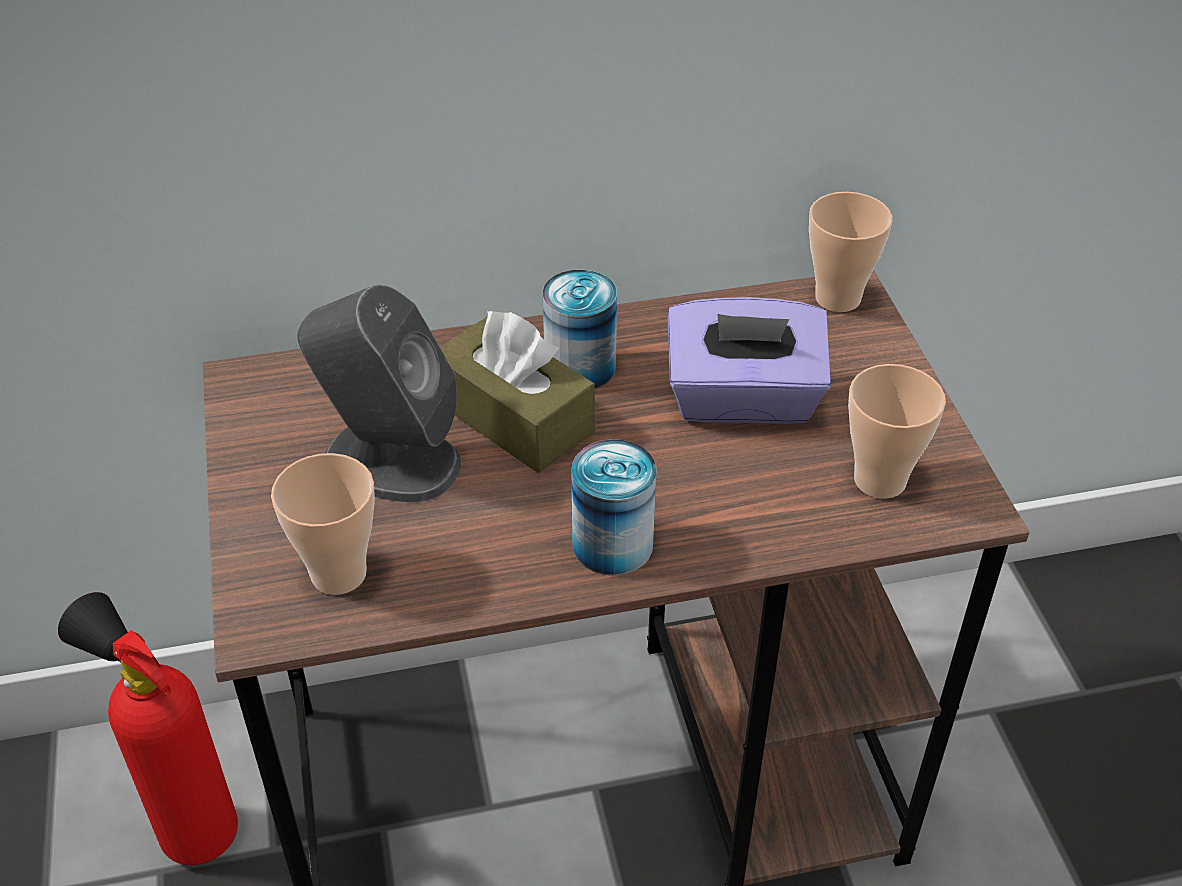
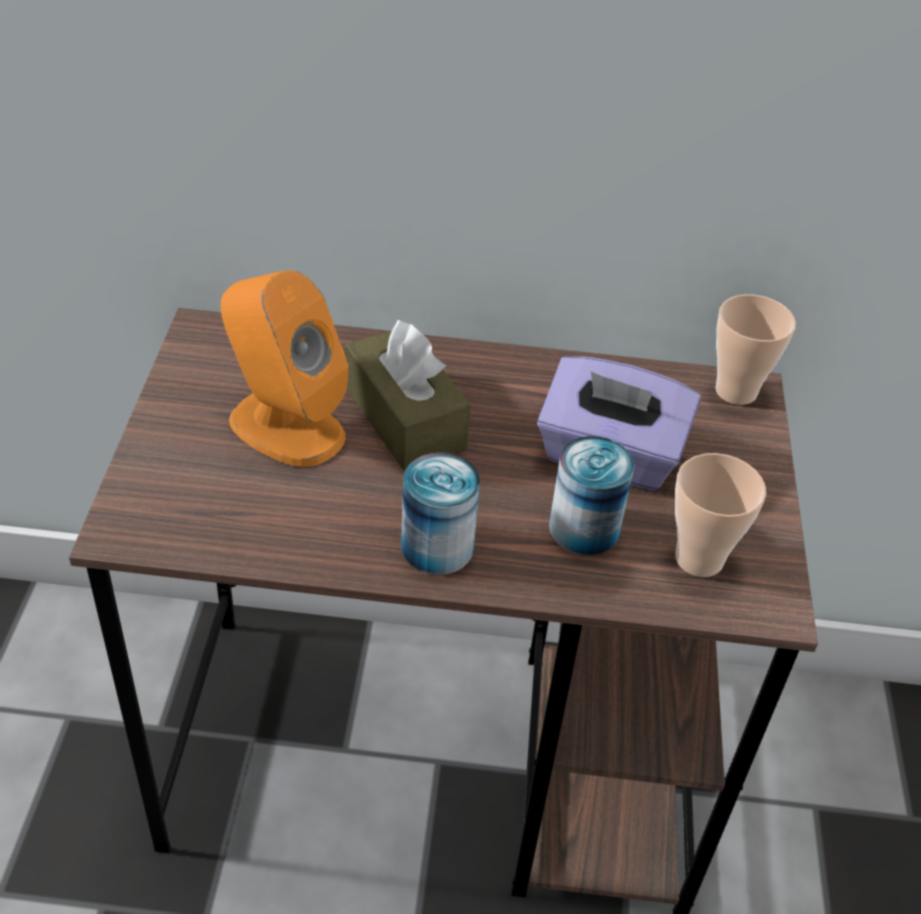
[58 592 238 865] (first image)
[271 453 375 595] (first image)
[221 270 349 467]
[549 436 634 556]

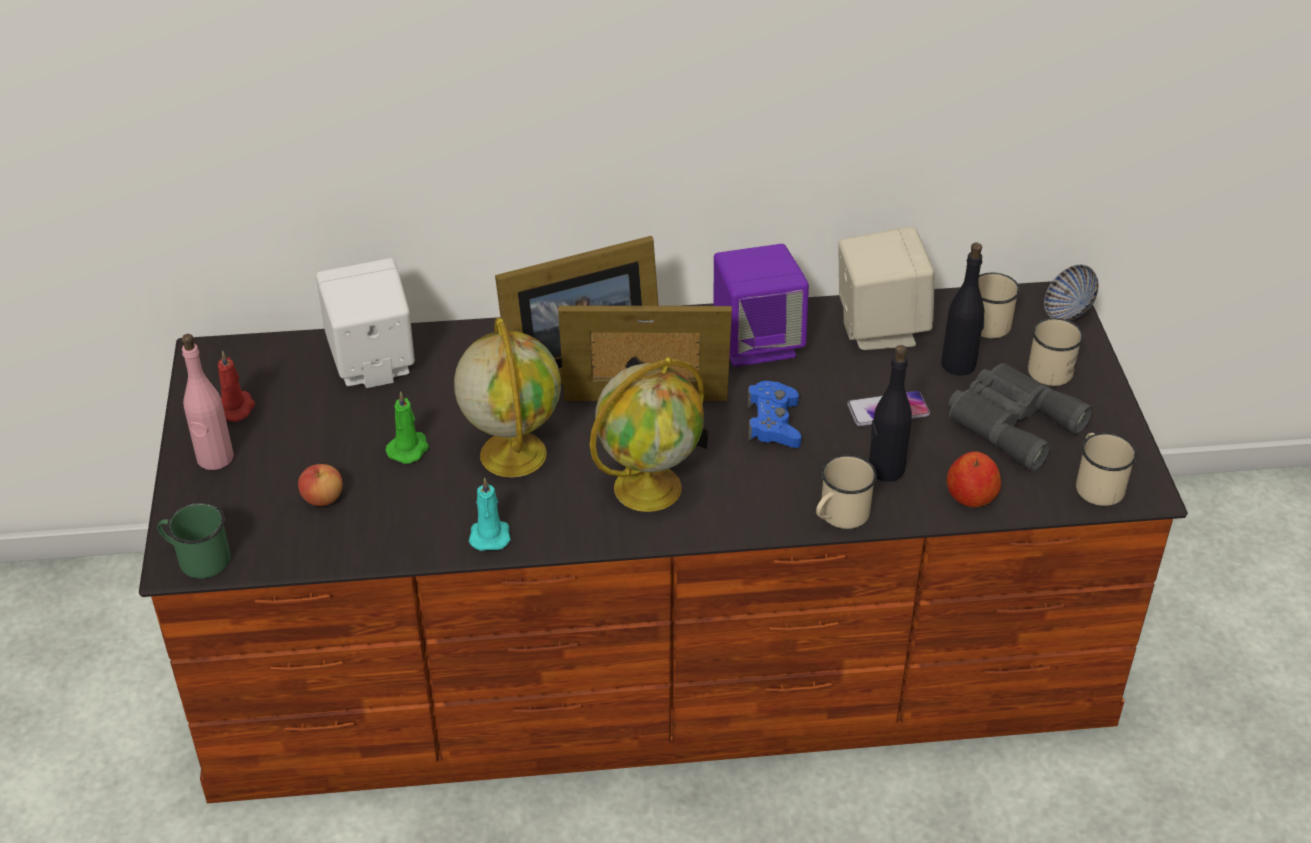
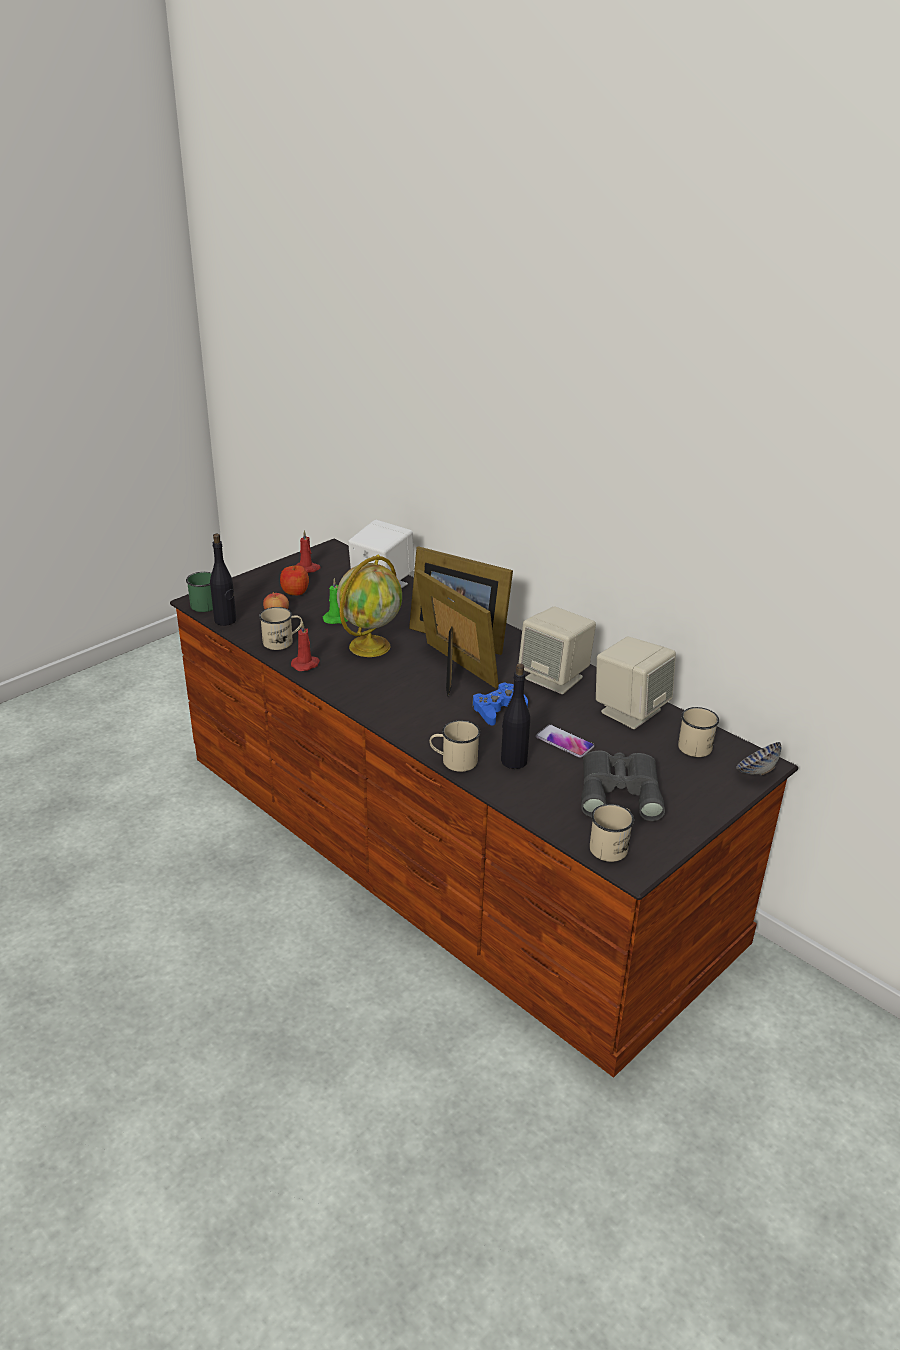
[181 334 234 470] (first image)
[291 622 320 671]
[589 357 705 512] (first image)
[518 606 596 694]
[210 534 236 626]
[280 565 309 595]
[259 607 303 650]

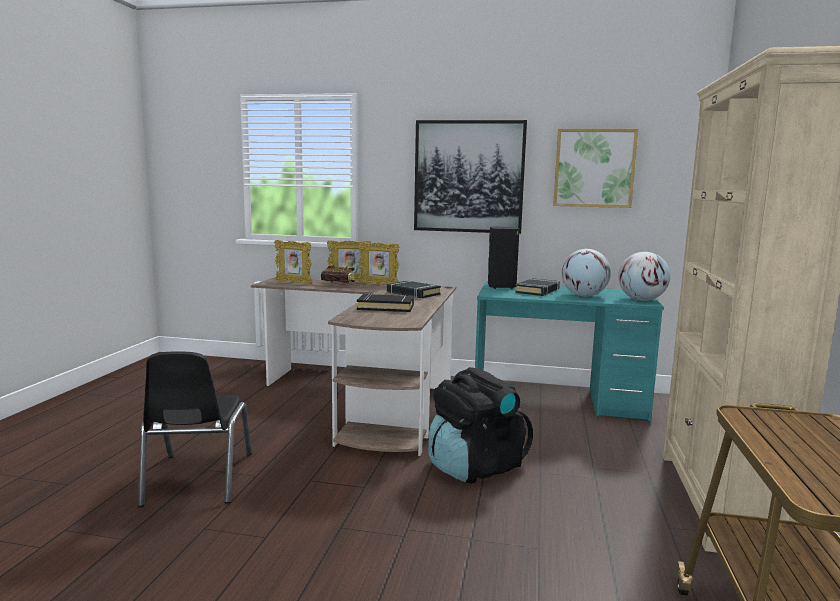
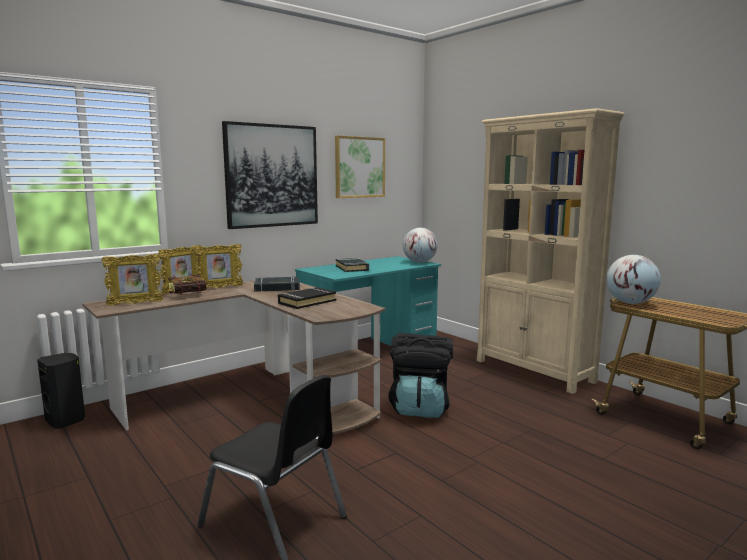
[37 353 85 429]
[606 255 661 304]

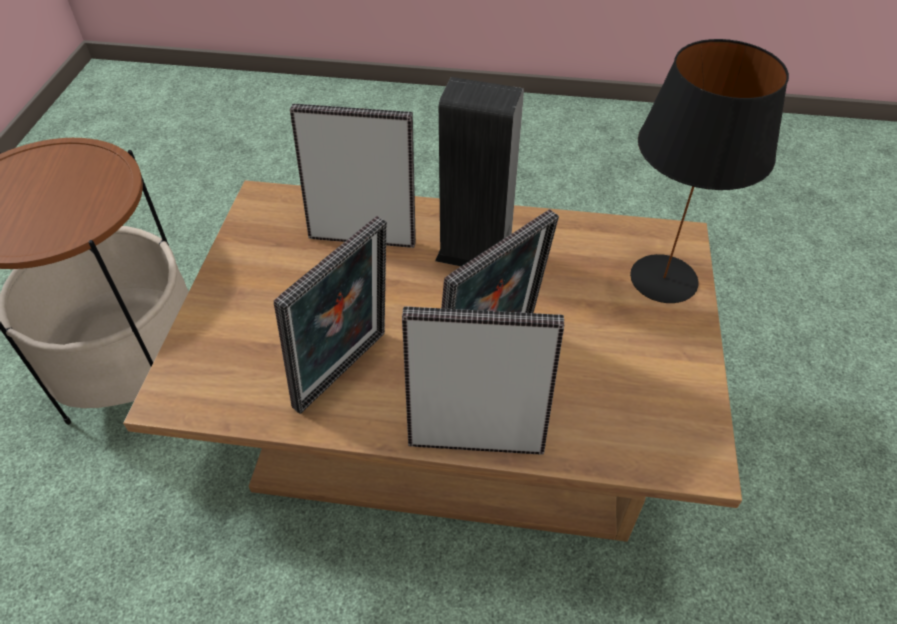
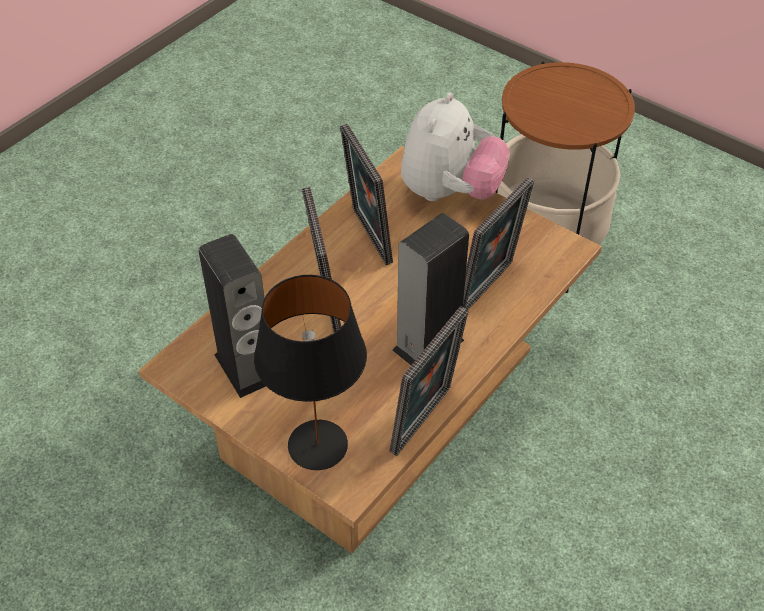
[389 306 469 456]
[198 234 266 398]
[401 93 510 201]

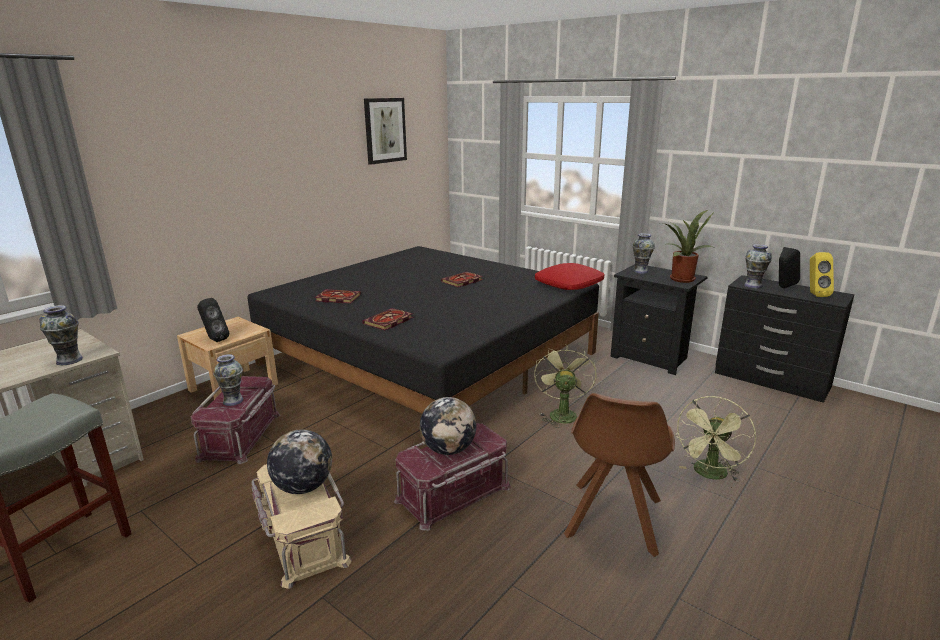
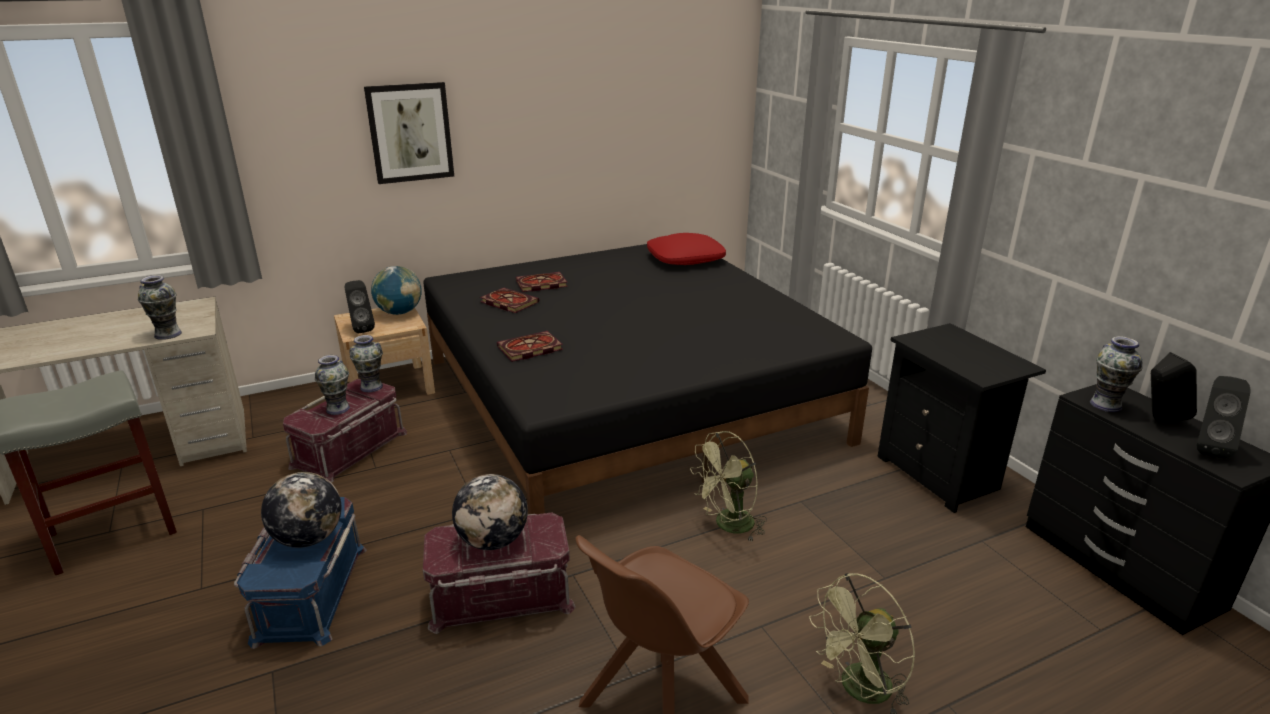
[234 497 367 649]
[364 82 454 184]
[516 272 568 292]
[690 431 767 541]
[647 233 726 265]
[349 335 383 392]
[660 210 714 283] (first image)
[1197 376 1251 458]
[371 266 422 315]

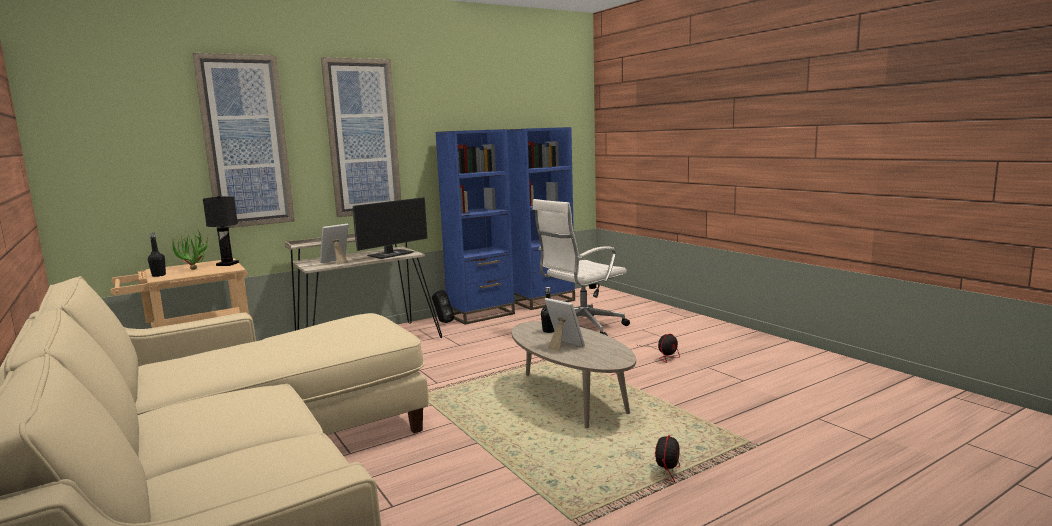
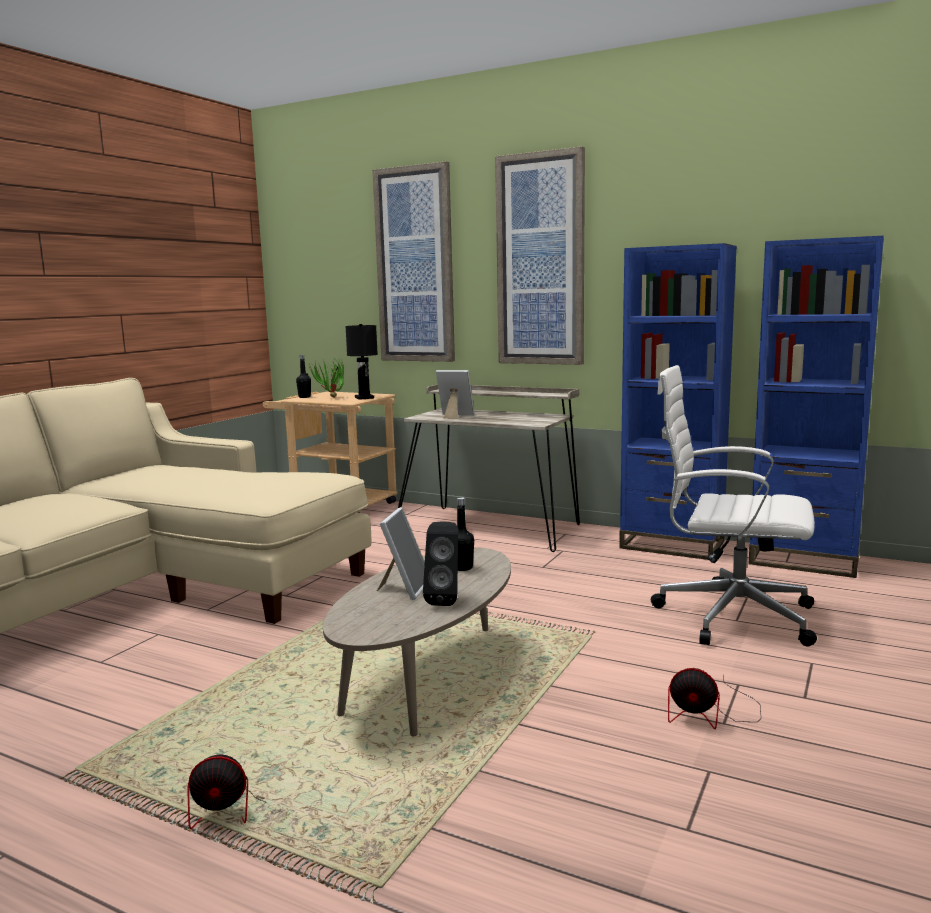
[353 197 428 259] (first image)
[423 522 458 606]

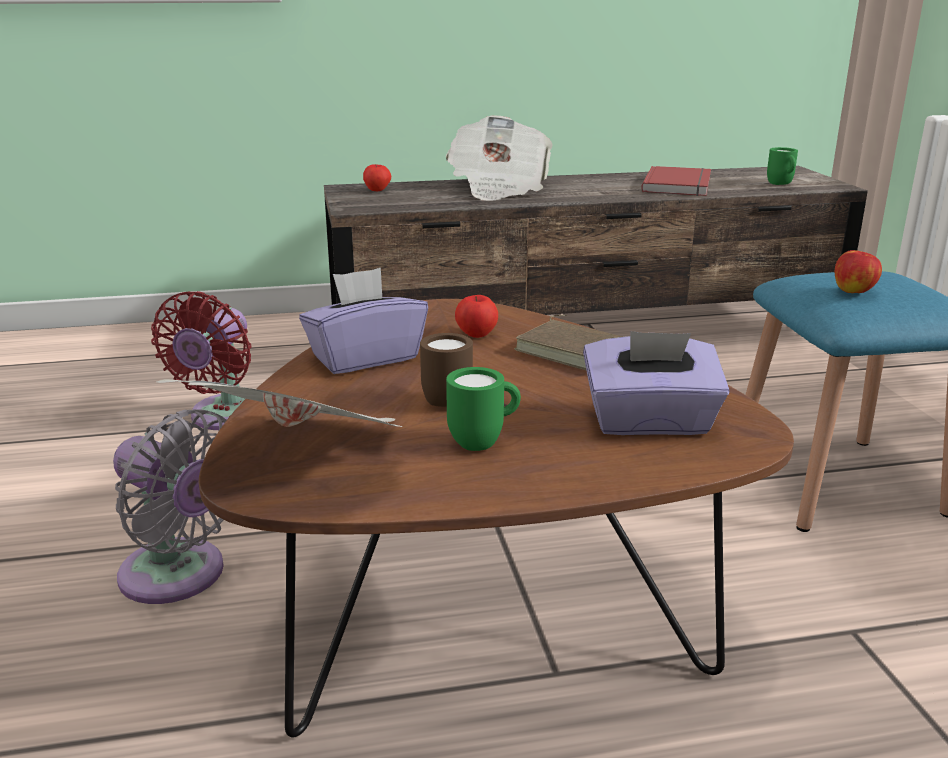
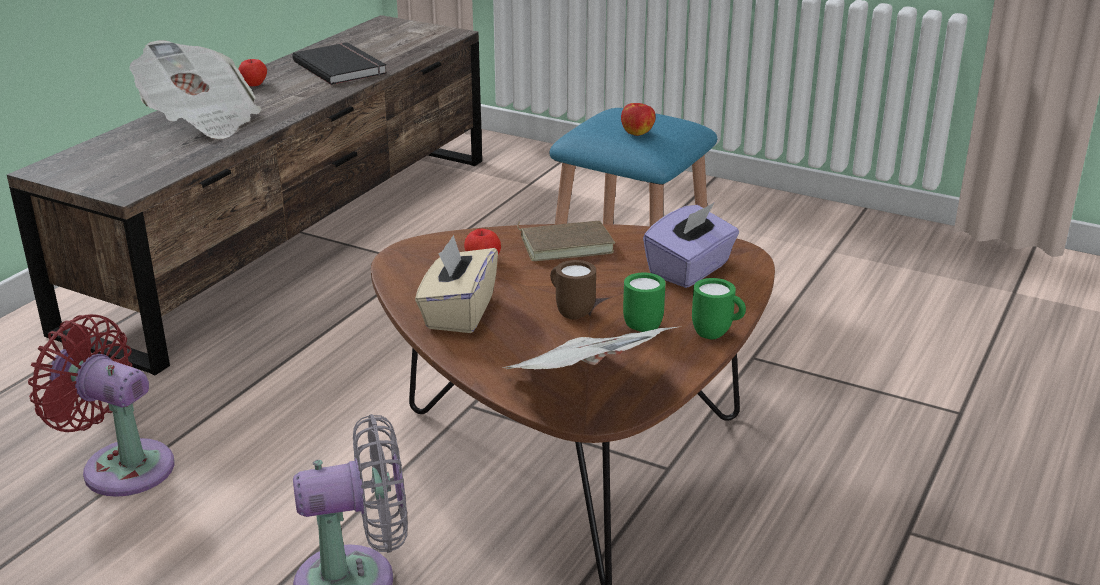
[28 314 174 497]
[415 235 498 333]
[238 59 267 86]
[292 43 387 85]
[692 278 746 339]

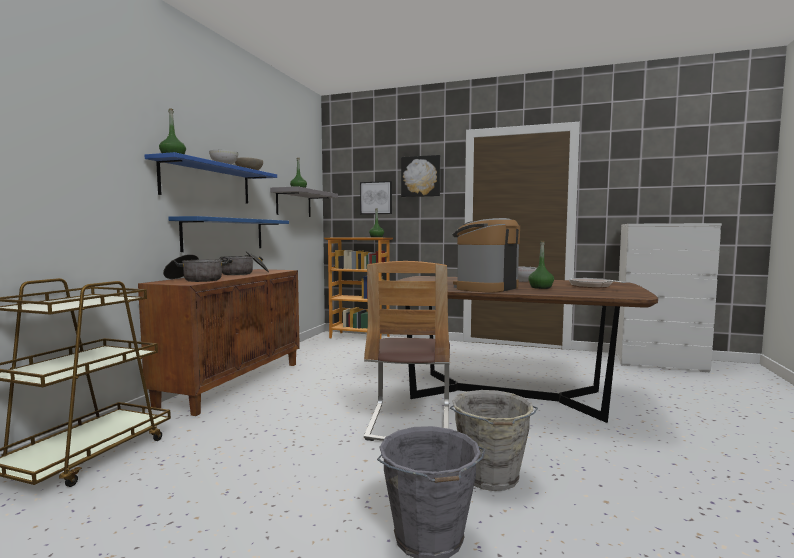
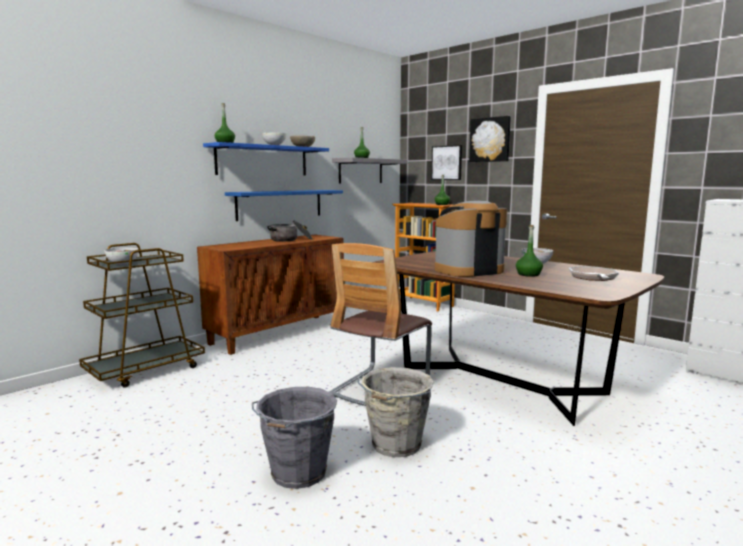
[163 254 230 282] (first image)
[104 247 139 266]

